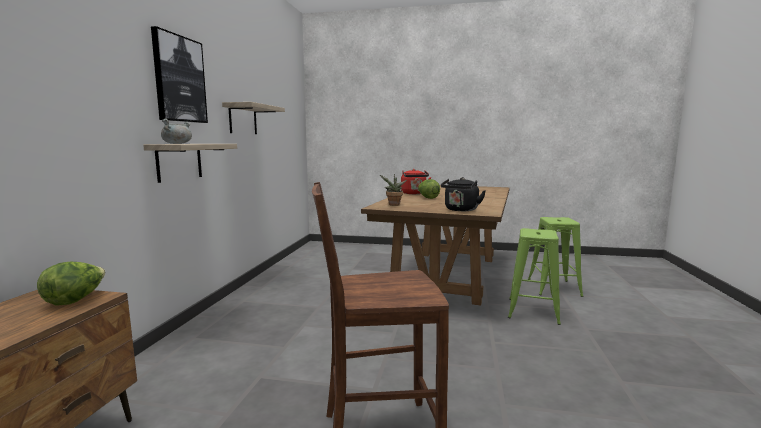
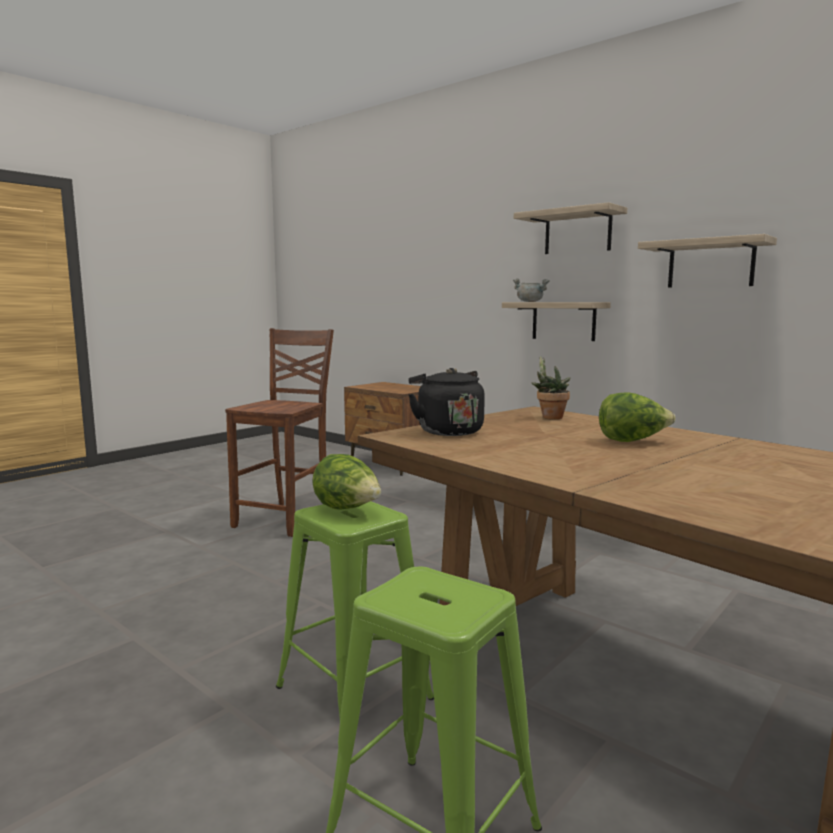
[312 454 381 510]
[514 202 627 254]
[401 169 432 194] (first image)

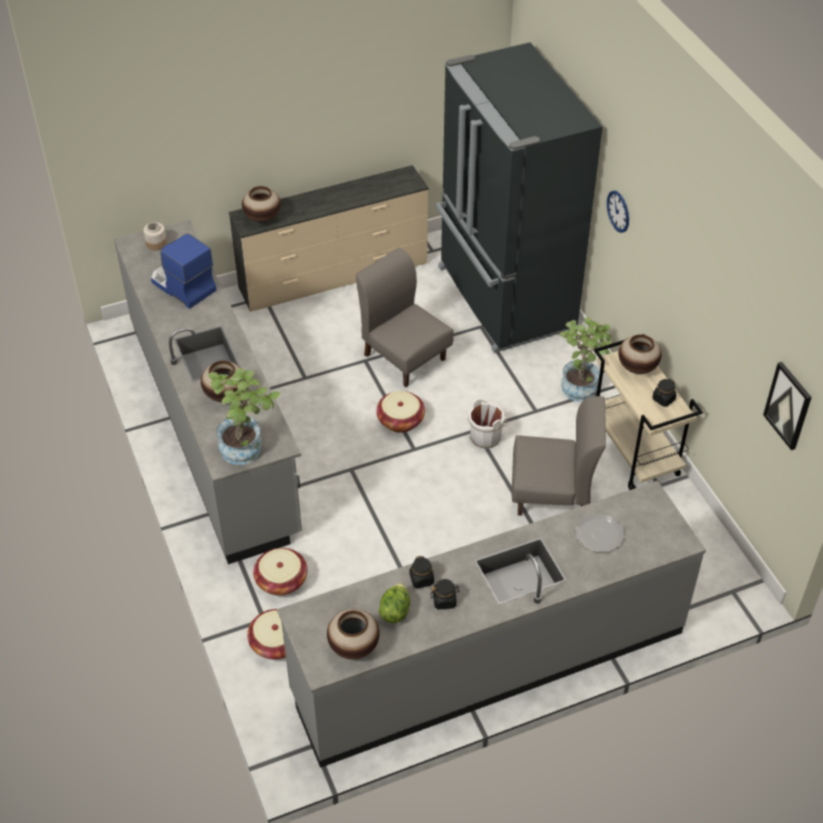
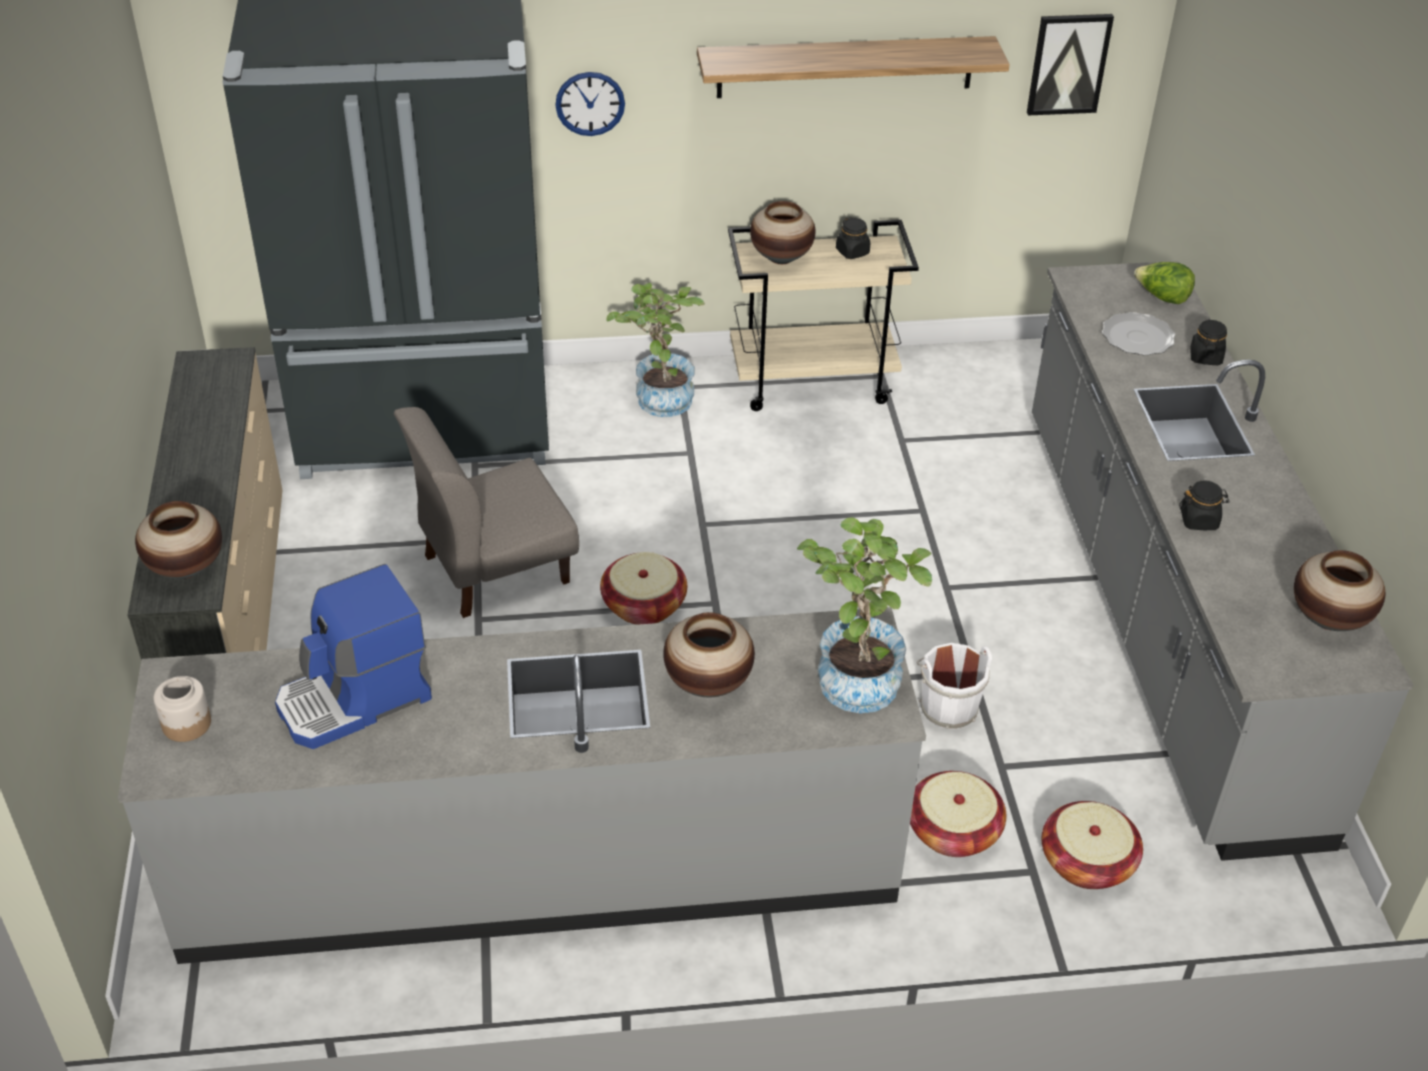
[1134 262 1195 304]
[1191 320 1227 365]
[917 643 992 730]
[512 396 606 516] (first image)
[697 36 1010 98]

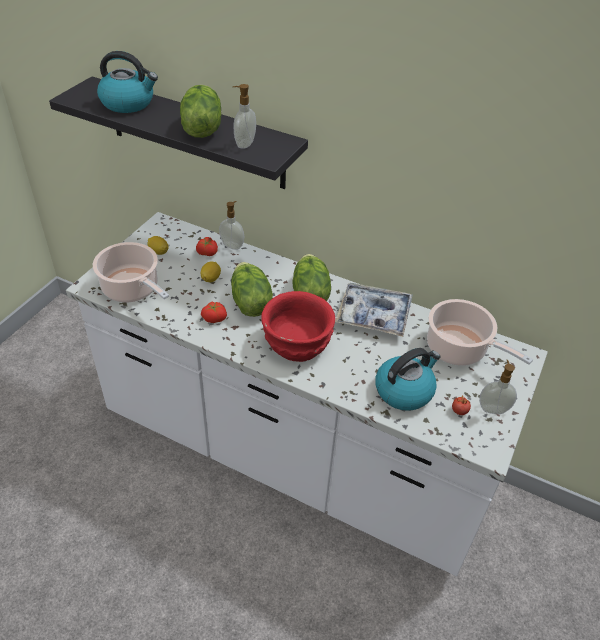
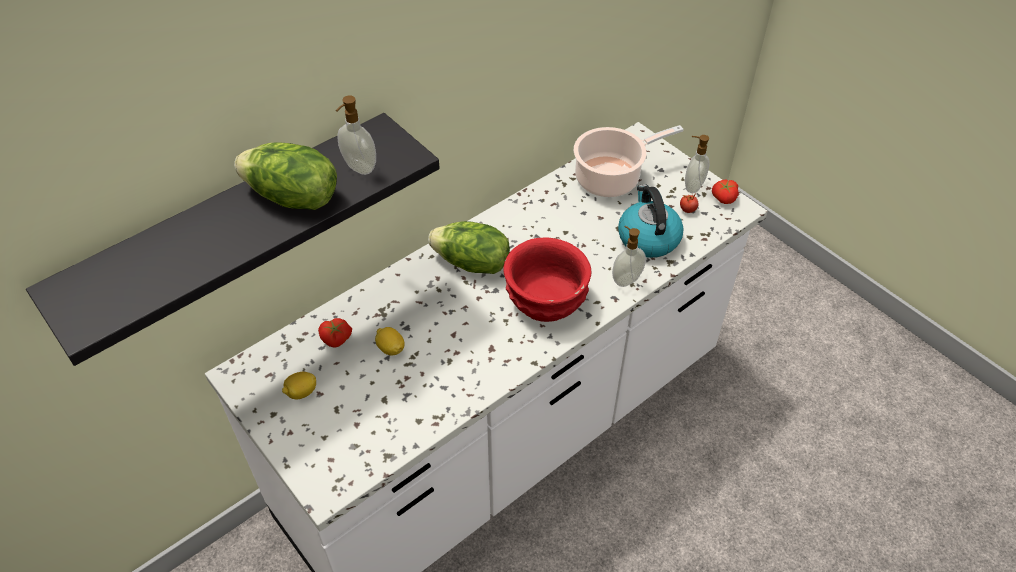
[93 242 169 303] (first image)
[97 51 158 113] (first image)
[712 180 739 204]
[612 226 646 287]
[231 262 273 317] (first image)
[335 283 413 337] (first image)

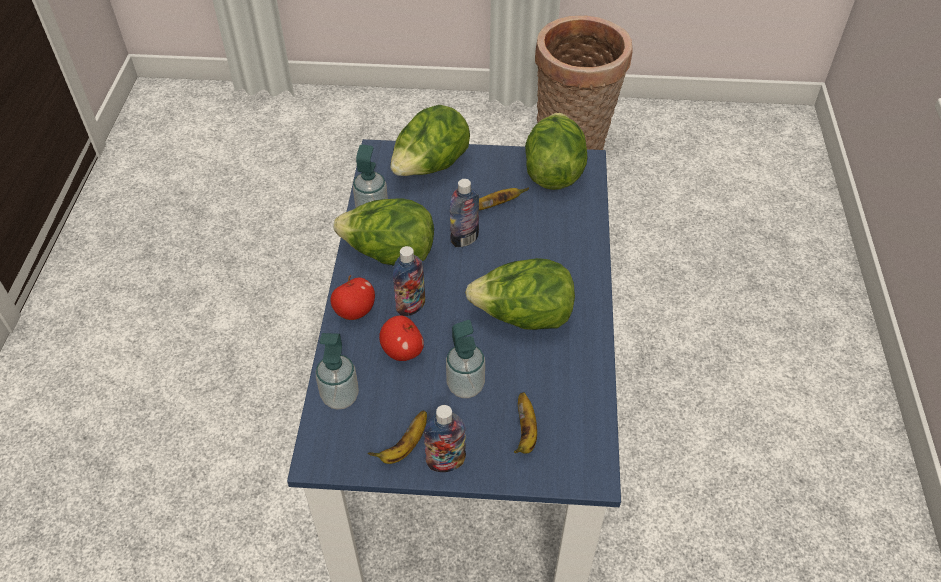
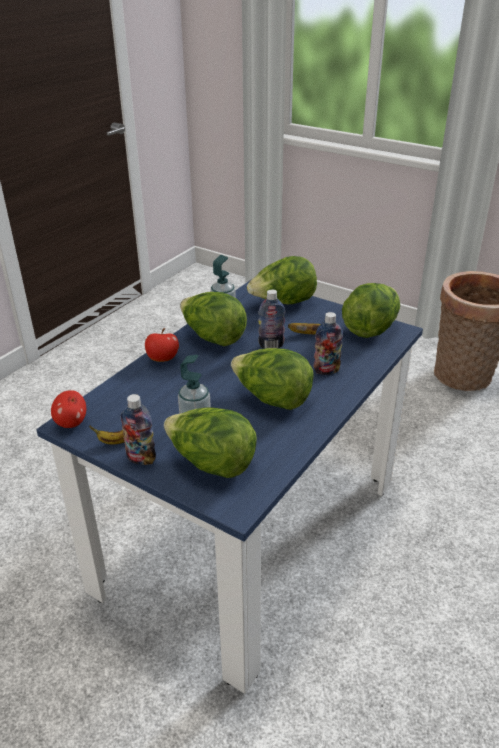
[316 333 359 410] (first image)
[51 390 86 428]
[313 312 343 375]
[164 408 257 478]

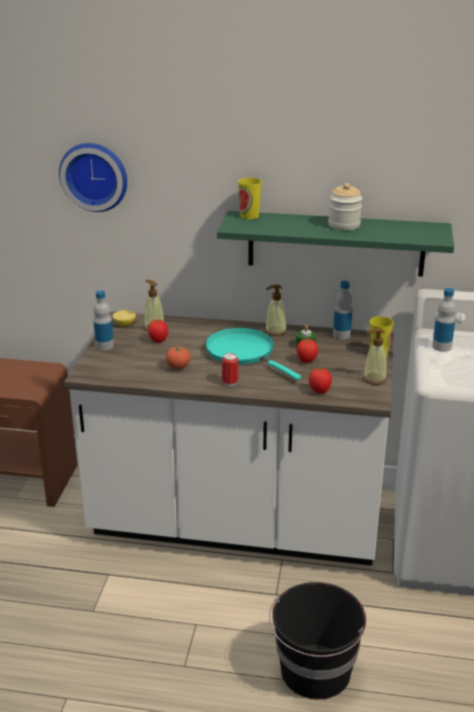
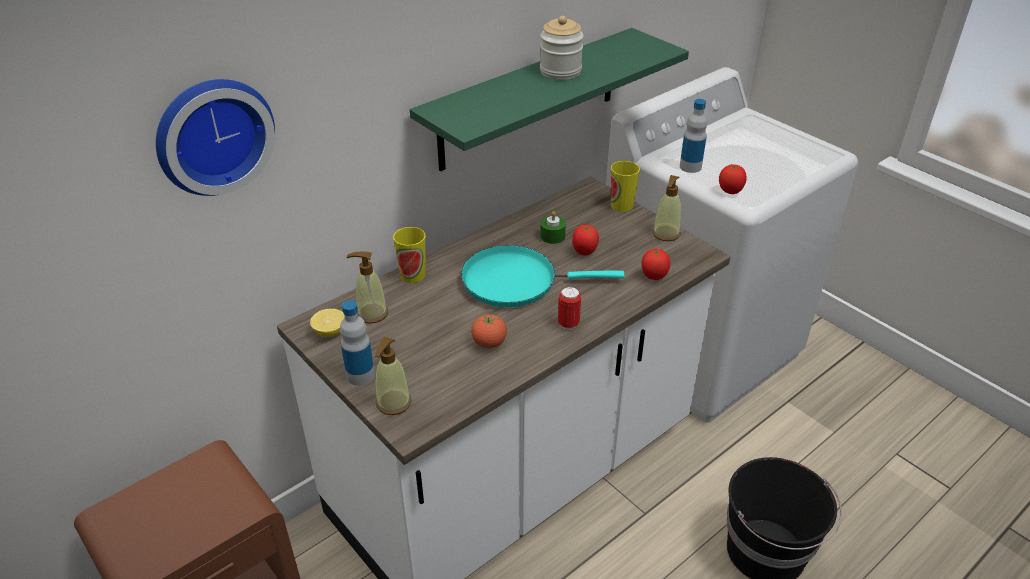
[719 164 747 194]
[393 227 425 283]
[375 337 412 415]
[333 281 352 339] (first image)

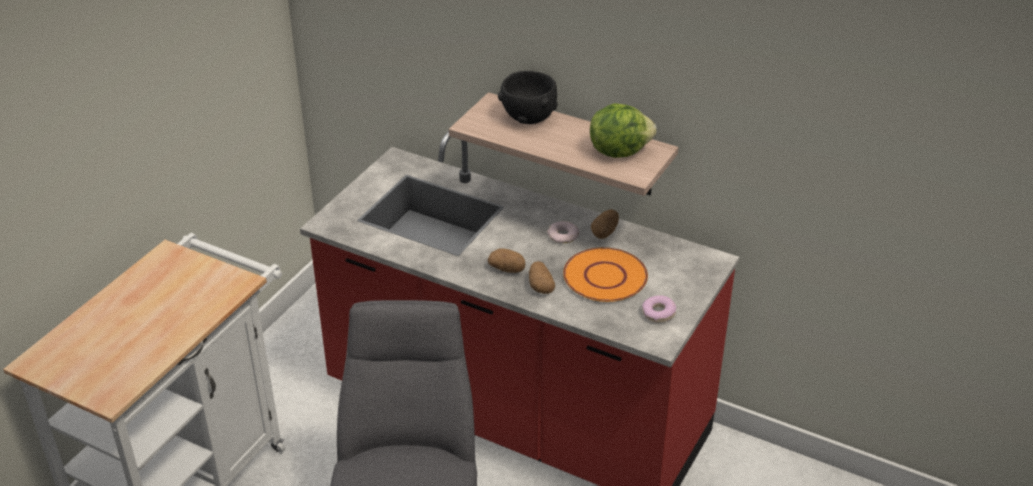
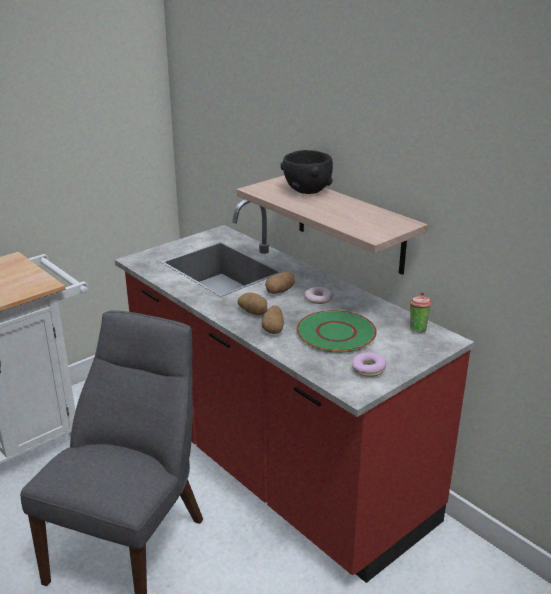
[296 310 377 353]
[590 103 656 158] (first image)
[265 272 295 294]
[410 292 431 333]

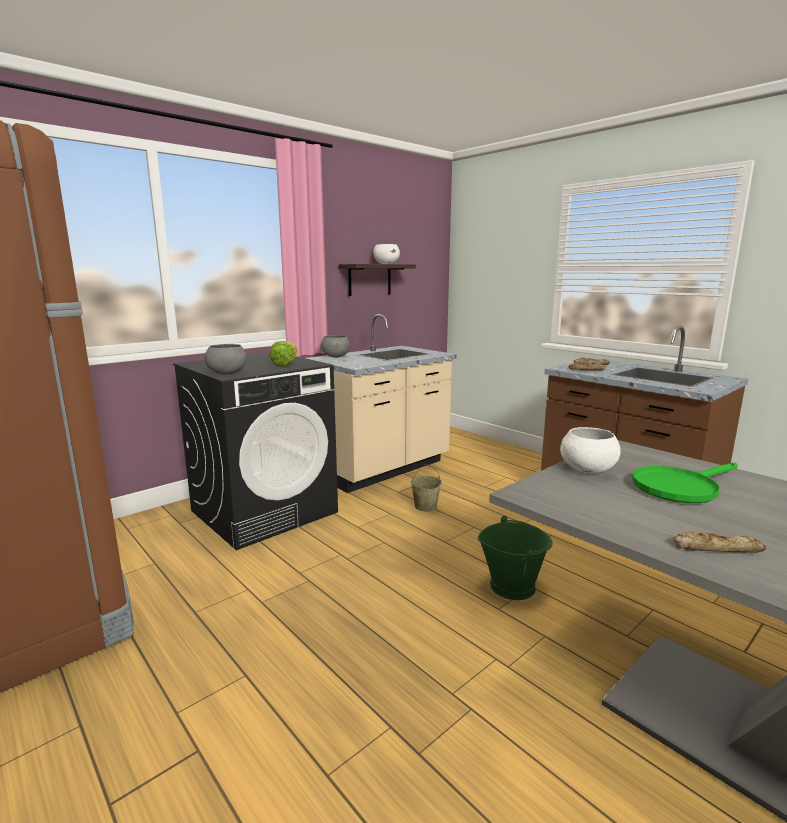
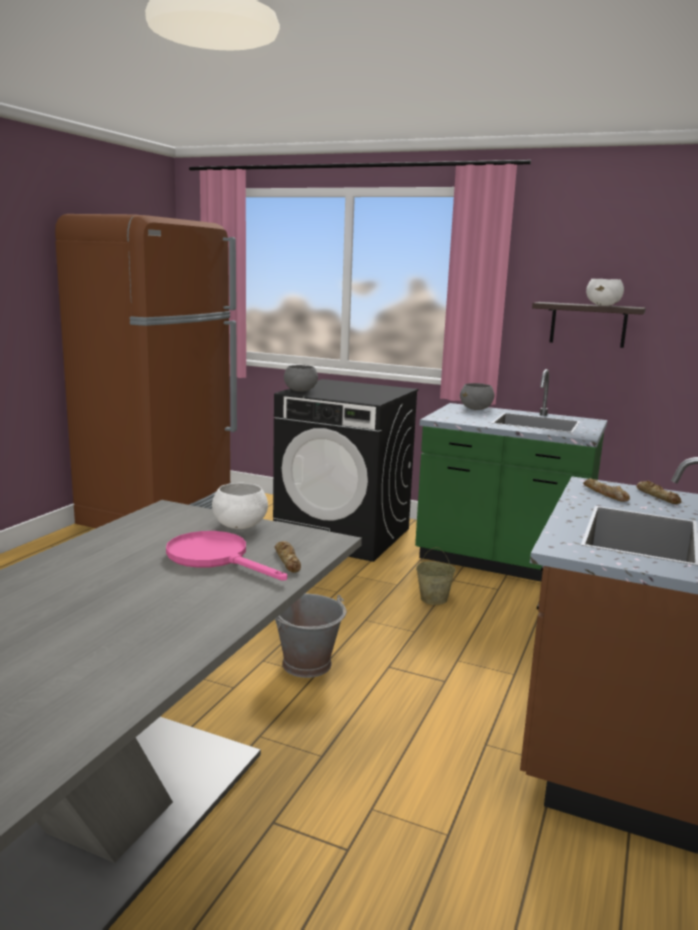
[269 341 297 367] (first image)
[415 369 607 581]
[275 594 347 678]
[166 531 287 581]
[275 541 301 573]

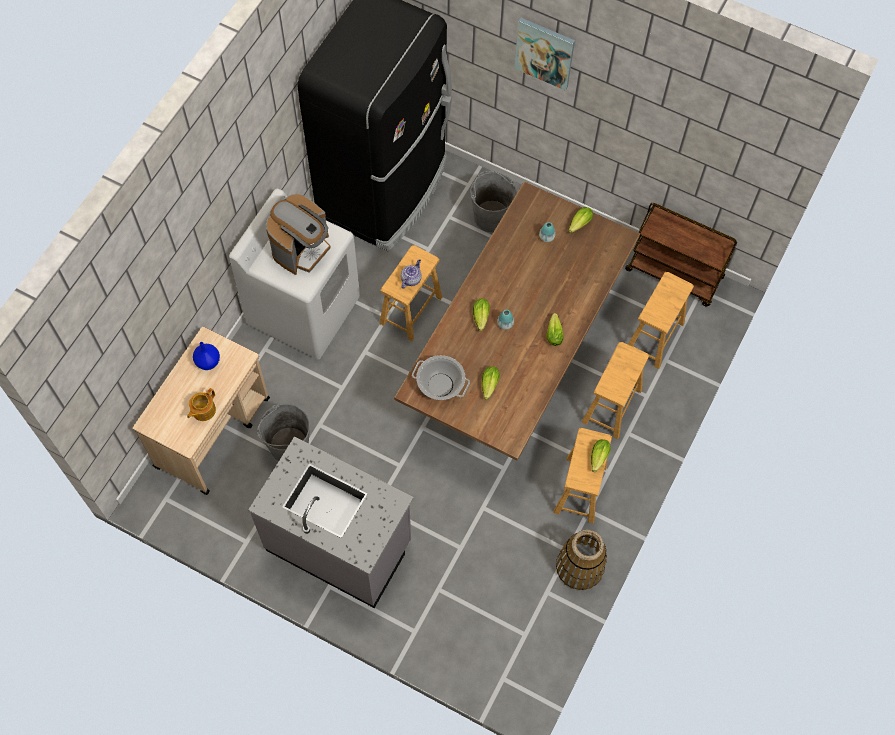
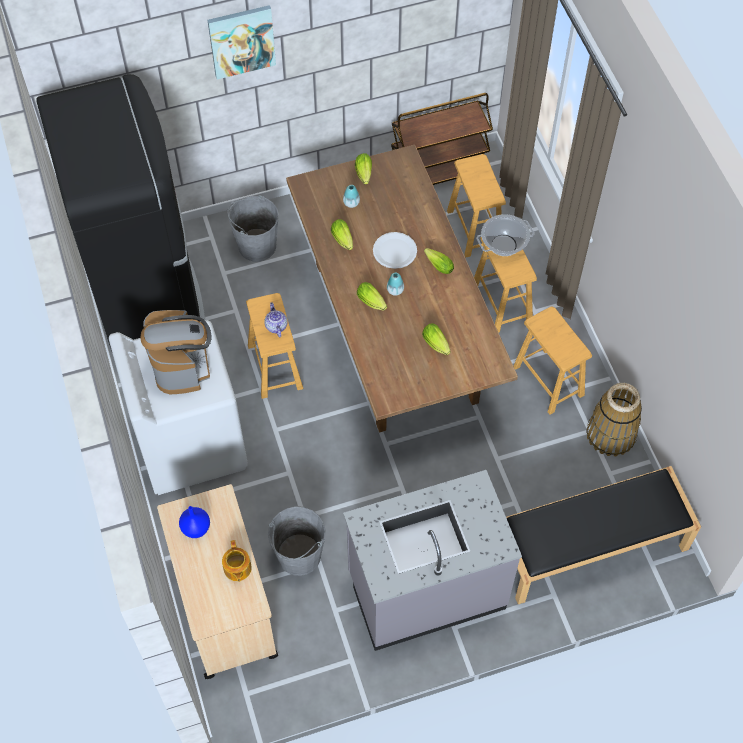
[476 214 534 256]
[331 219 353 250]
[373 232 417 269]
[506 466 701 604]

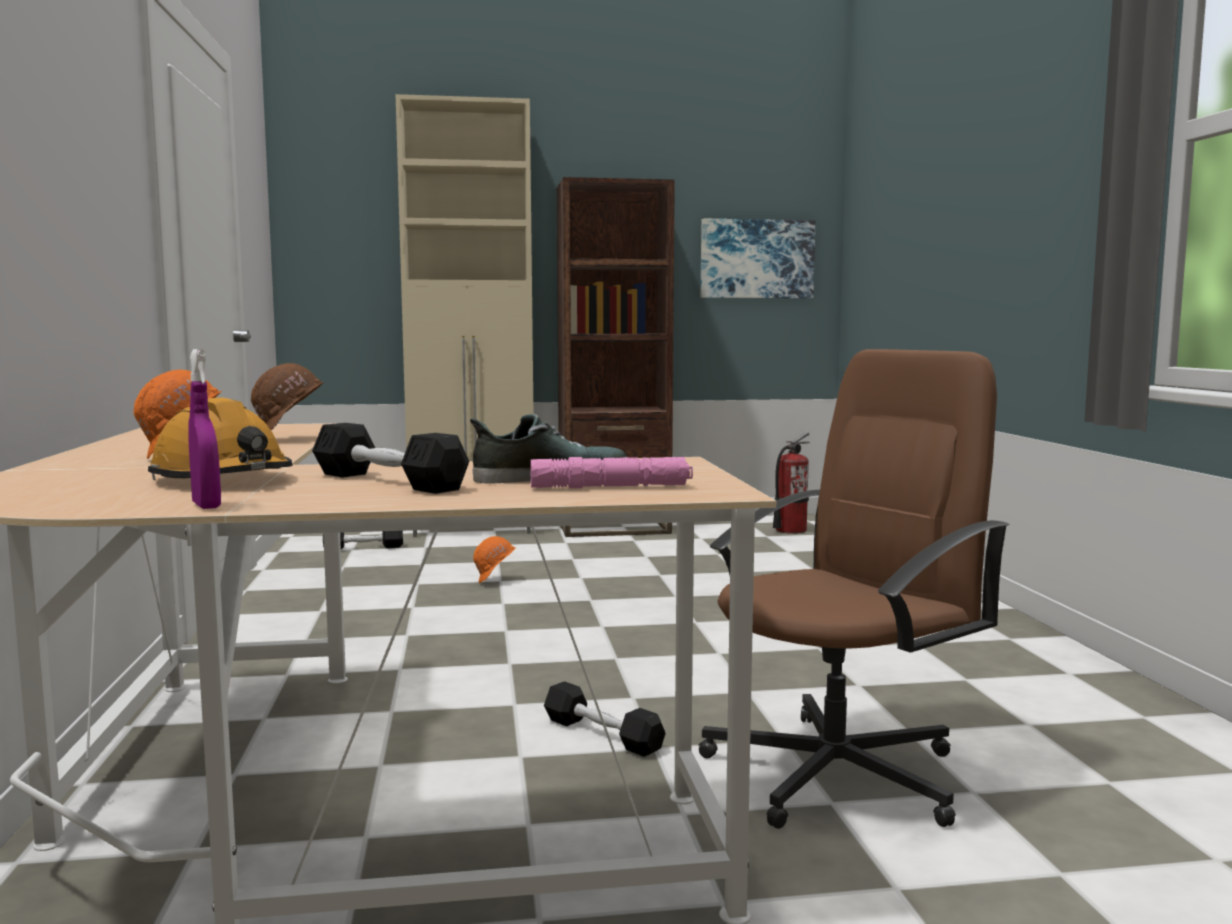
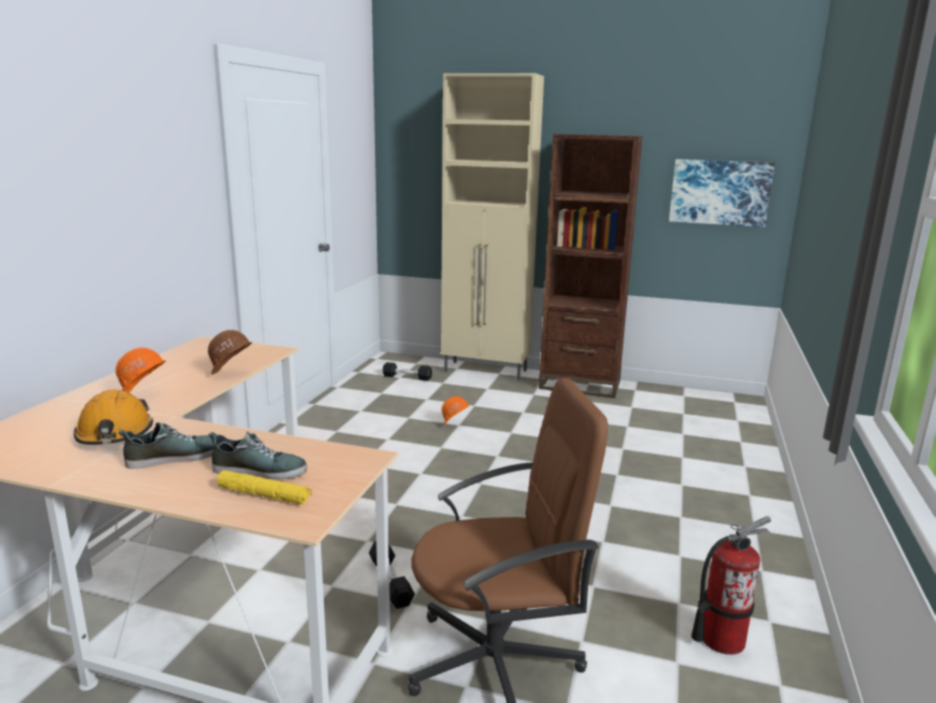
[188 349 221 509] (first image)
[118 422 214 469]
[217 470 312 505]
[691 516 771 655]

